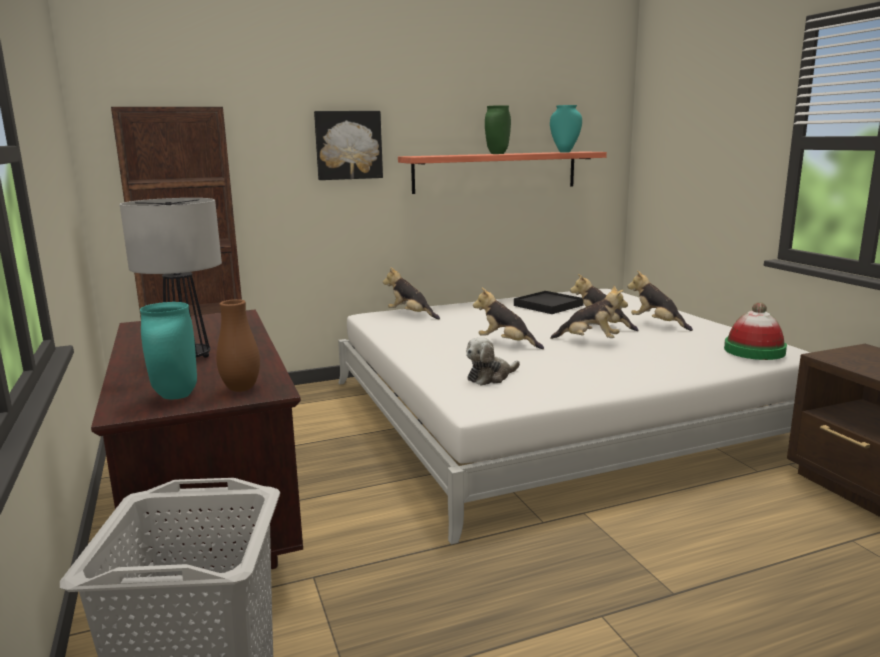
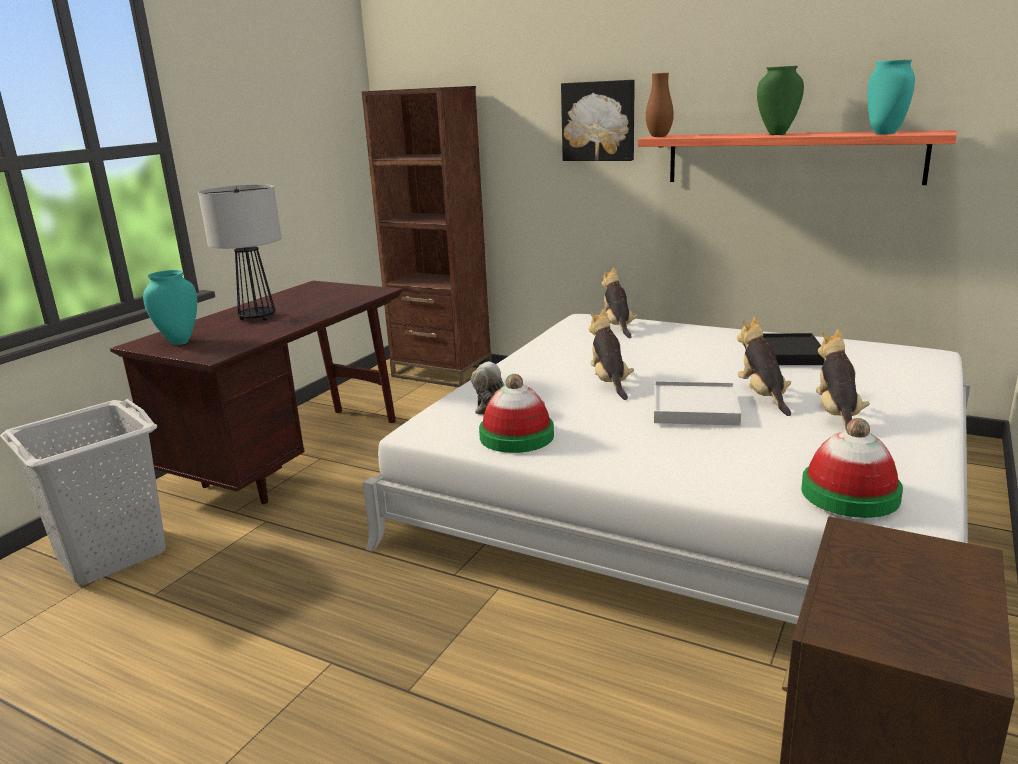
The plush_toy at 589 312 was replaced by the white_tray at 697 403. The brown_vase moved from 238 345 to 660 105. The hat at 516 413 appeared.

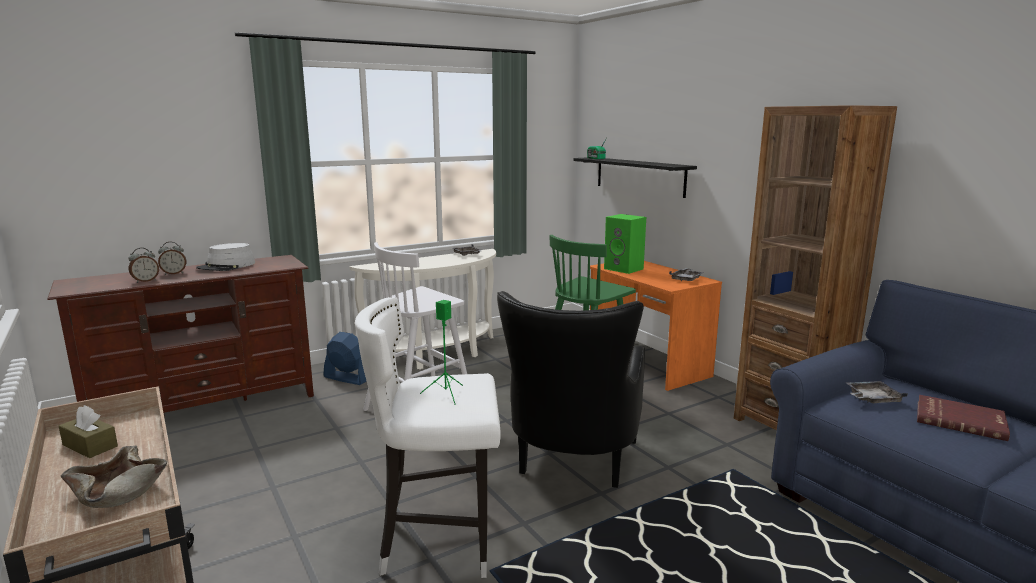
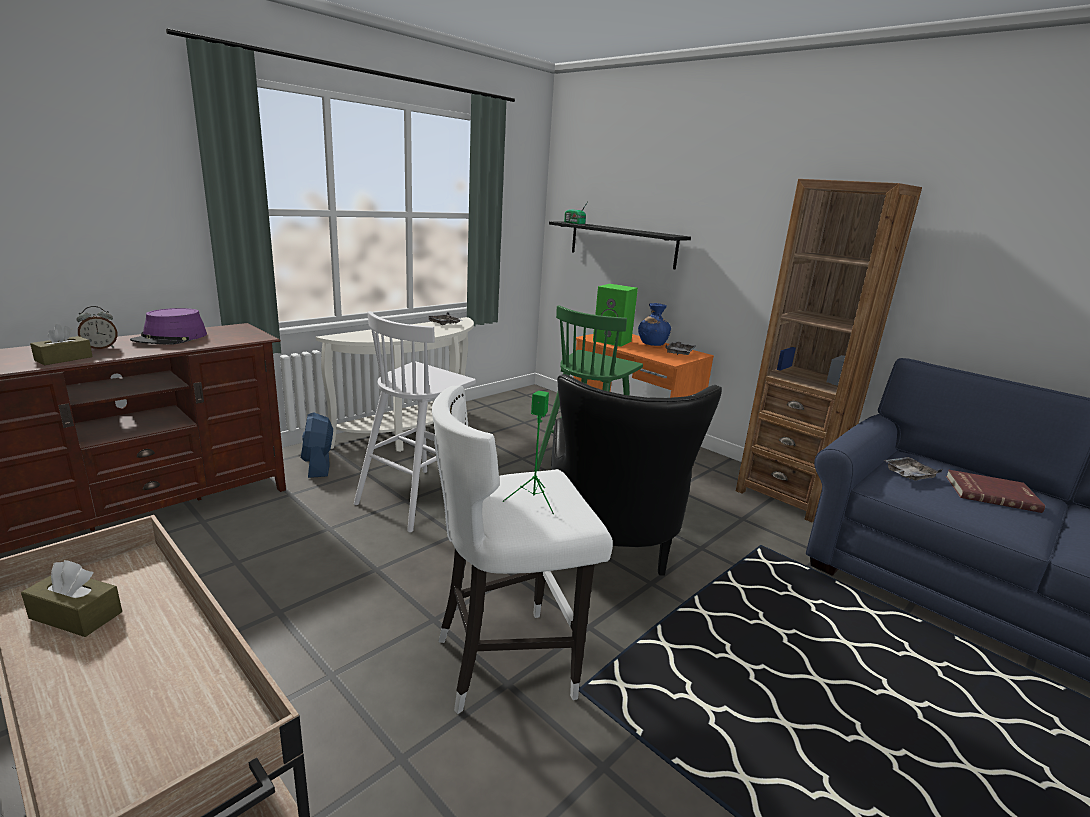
The grey_hat at 225 257 became the purple_hat at 168 326. The alarm_clock at 143 265 was replaced by the brown_tissue_box at 61 344. The blue_fan at 345 358 turned 120 degrees counterclockwise. The beige_bowl at 114 476 disappeared. The blue_vase at 654 324 appeared.

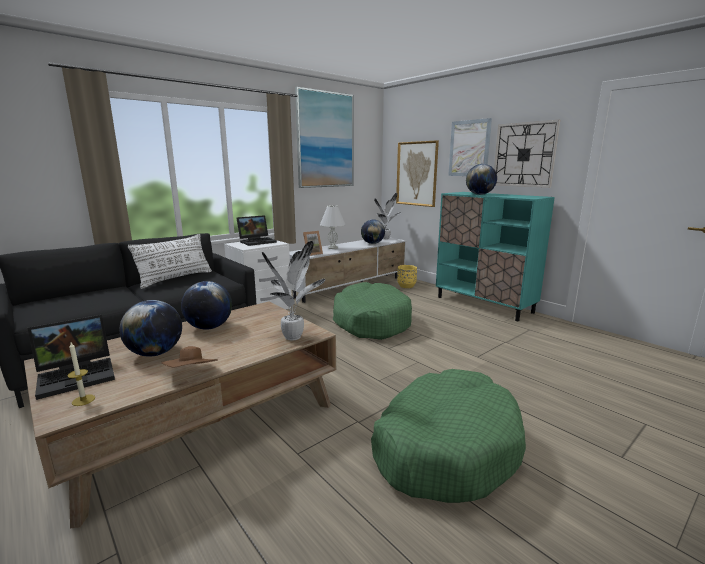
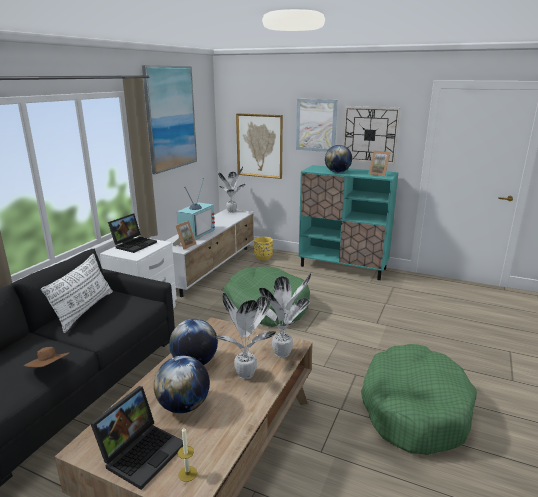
The white_table_lamp at 333 227 was replaced by the television at 196 209. The globe at 373 231 disappeared. The brown_hat moved from 189 356 to 46 357. The picture_frame at 380 163 appeared. The potted_plant at 245 336 appeared.

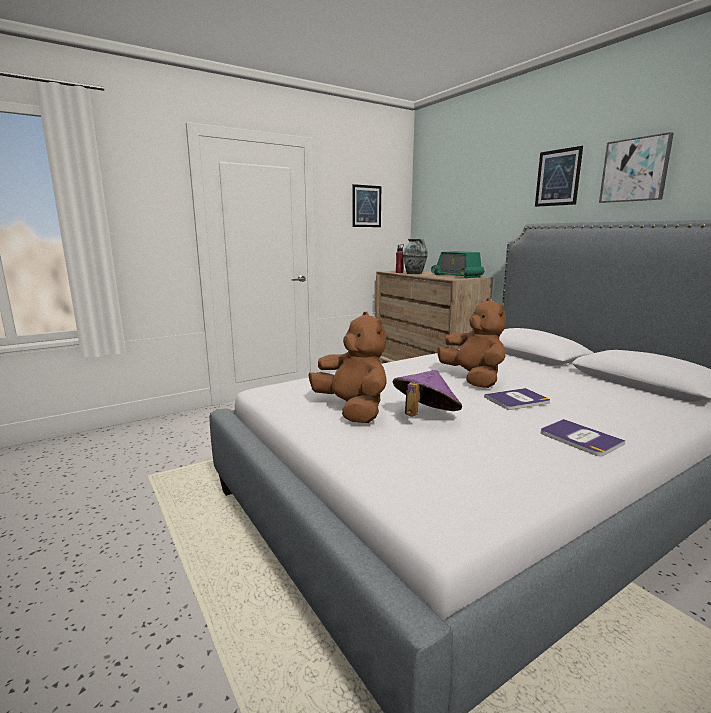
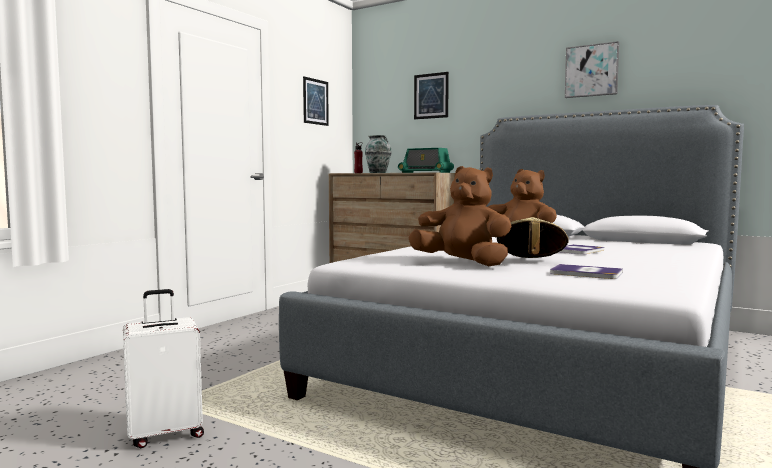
The picture moved from 559 176 to 431 95. The purple_hat at 427 393 became the beige_hat at 533 237. The book moved from 583 437 to 586 271. The white_suitcase at 163 368 appeared.

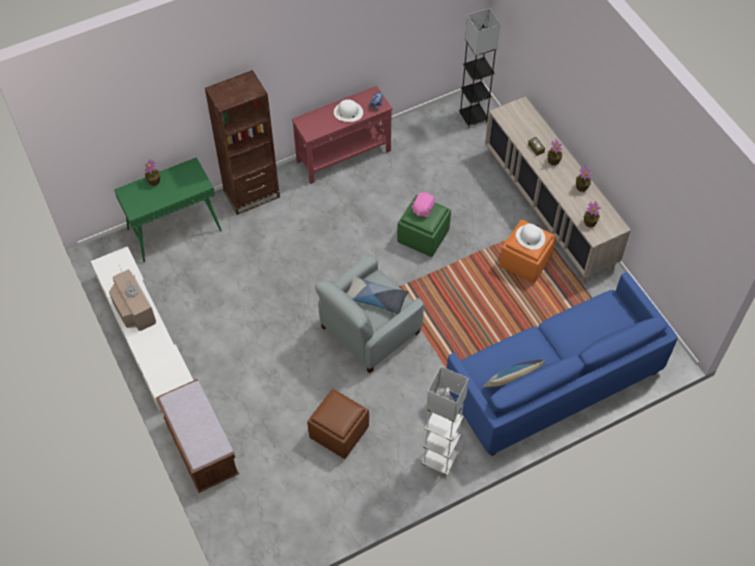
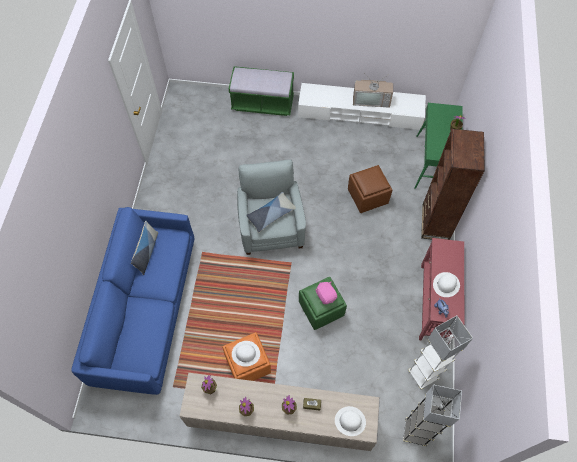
The white_floor_lamp moved from 445 420 to 440 352. The brown_bench at 197 436 became the green_bench at 261 91. The brown_ottoman moved from 338 423 to 370 189. The white_hat at 350 421 appeared.

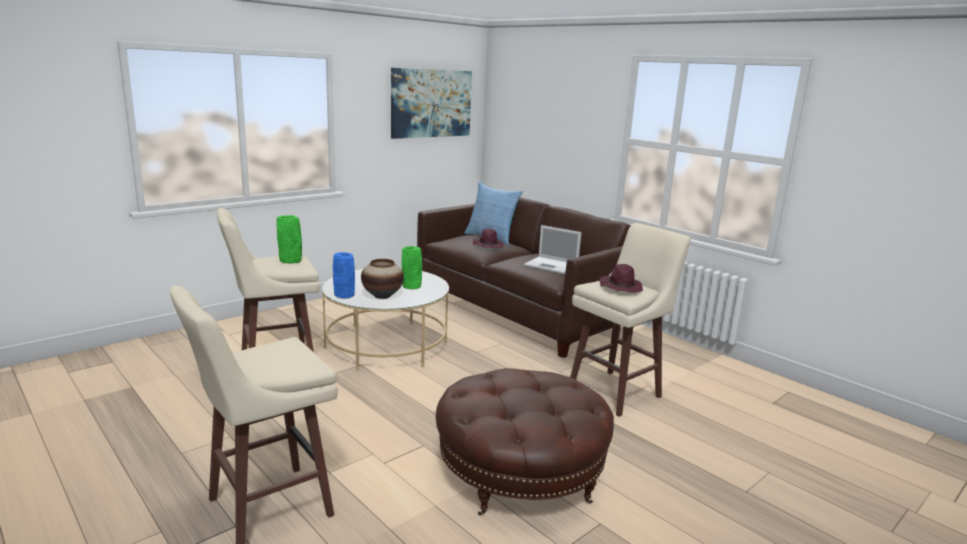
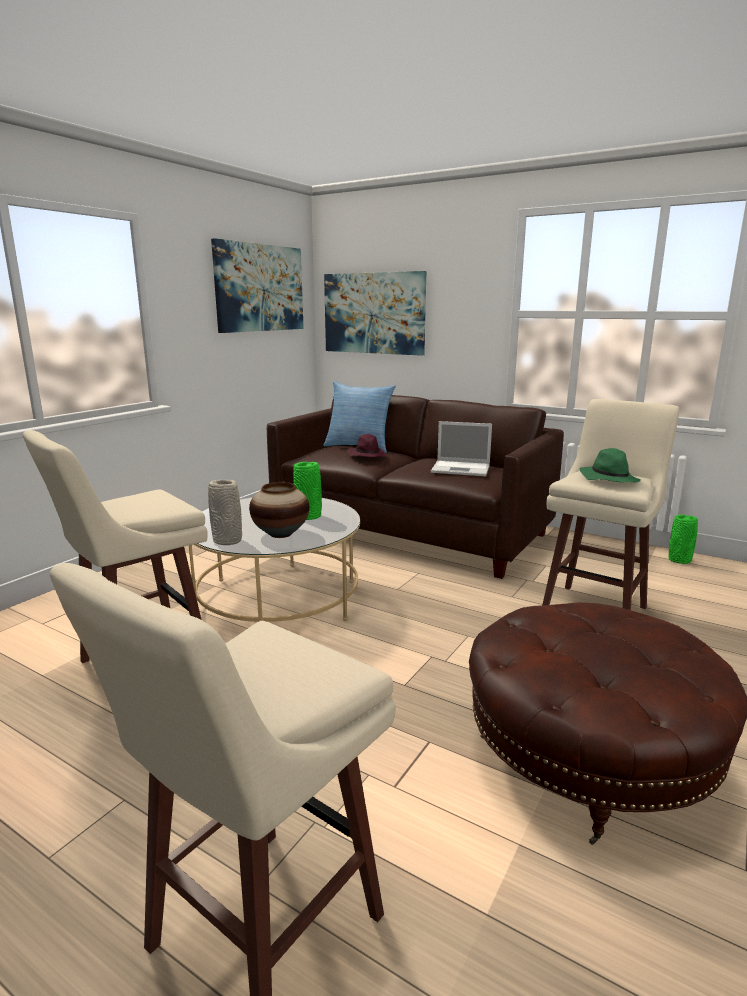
The green_vase moved from 289 239 to 683 539. The blue_vase at 344 275 became the grey_vase at 225 512. The purple_hat at 621 278 became the green_hat at 610 465. The picture at 375 313 appeared.

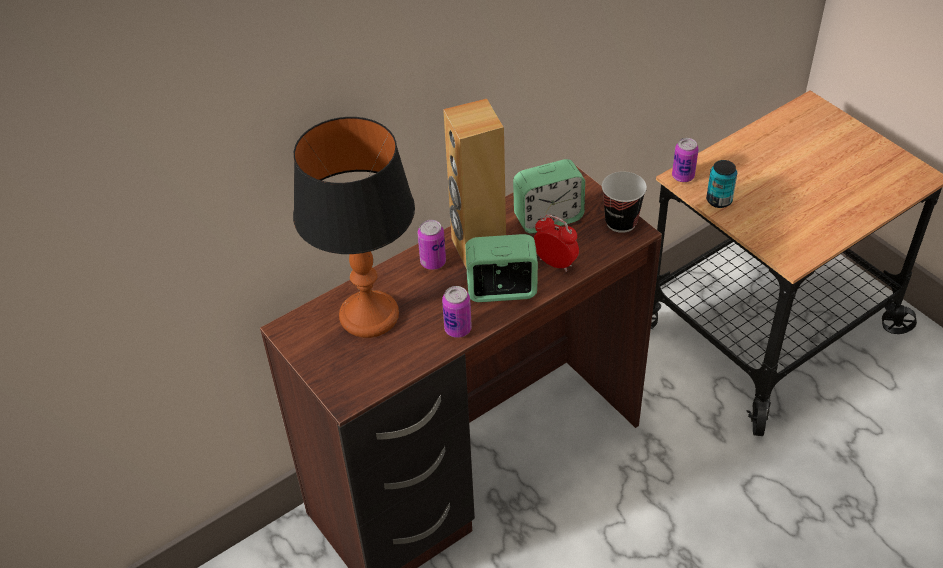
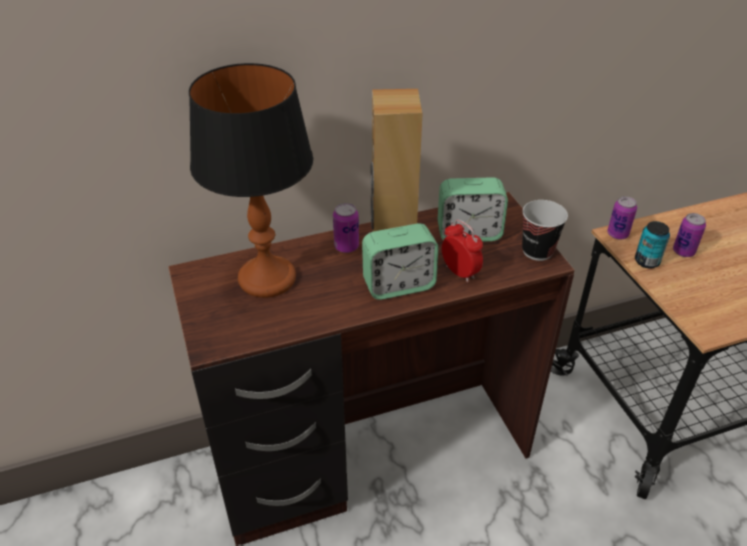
The alarm_clock at 502 268 turned 150 degrees clockwise. The can moved from 457 312 to 689 235.

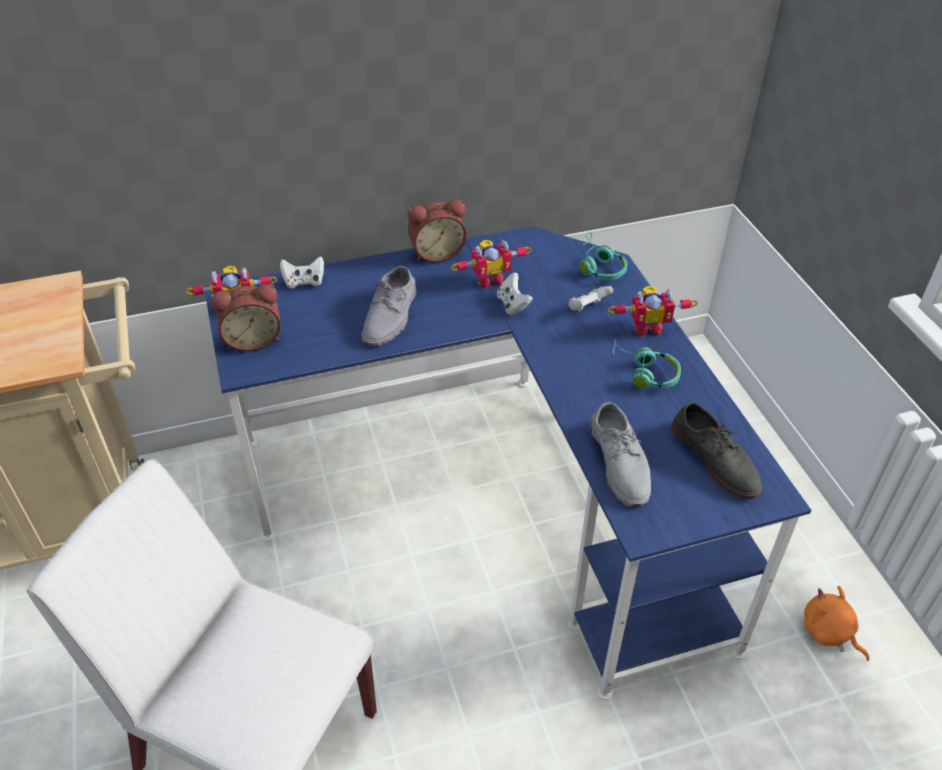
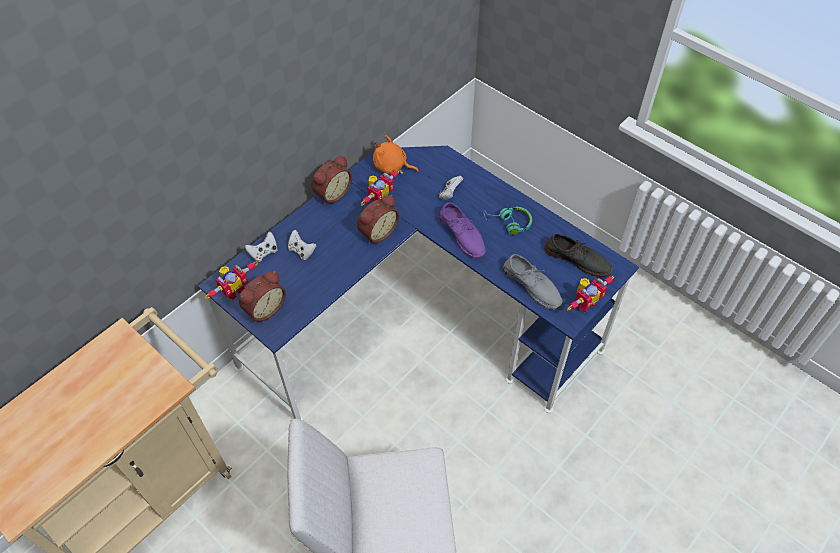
The turquoise_headphones at 603 256 disappeared. The grey_shoe at 389 306 disappeared. The white_game_controller moved from 515 293 to 302 245. The toy_robot moved from 653 311 to 591 294. The orange_plush_toy moved from 836 623 to 396 155. The alarm_clock at 378 219 appeared. The purple_shoe at 462 230 appeared.

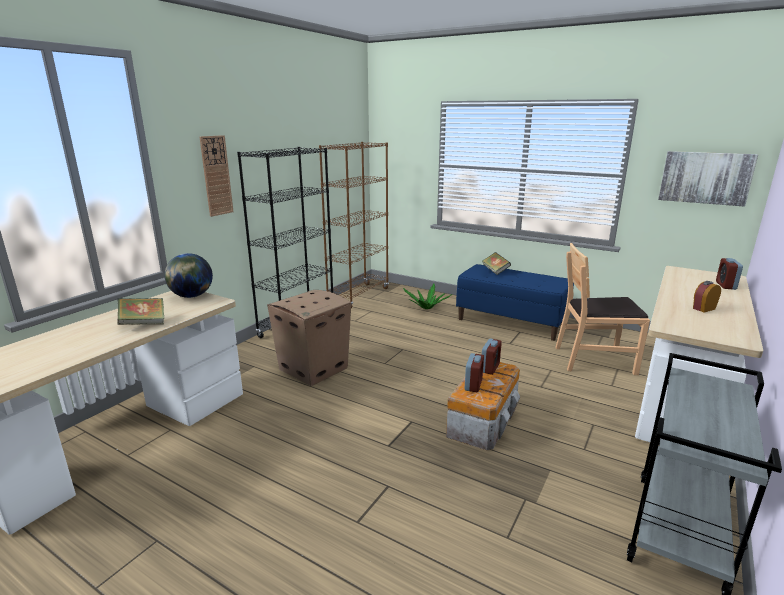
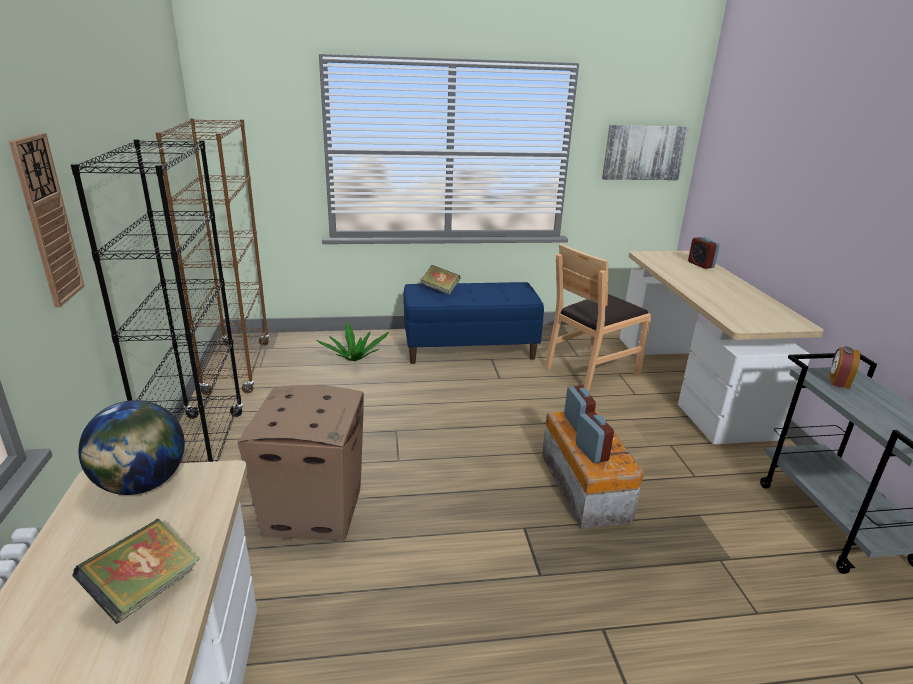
The alarm_clock moved from 707 297 to 845 367.

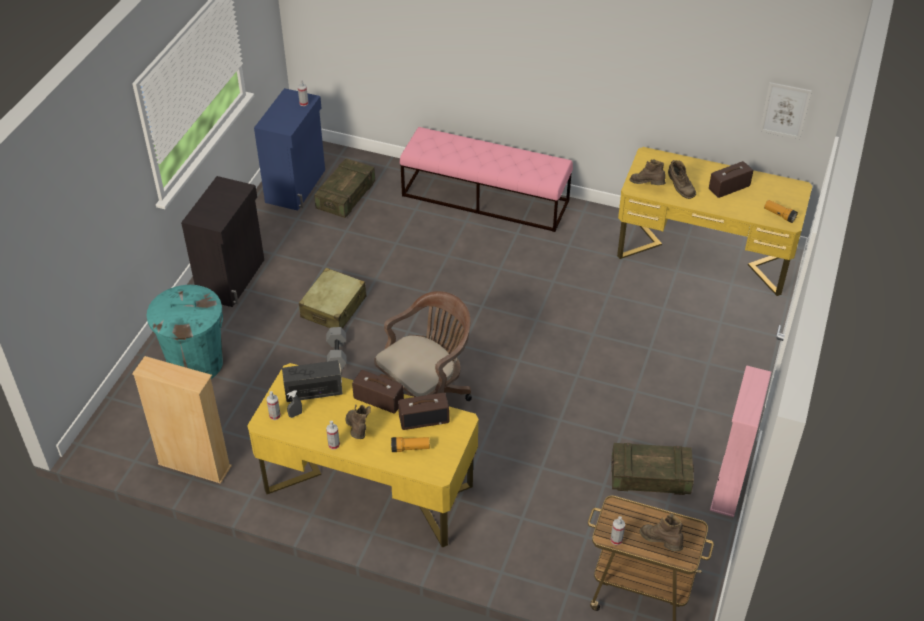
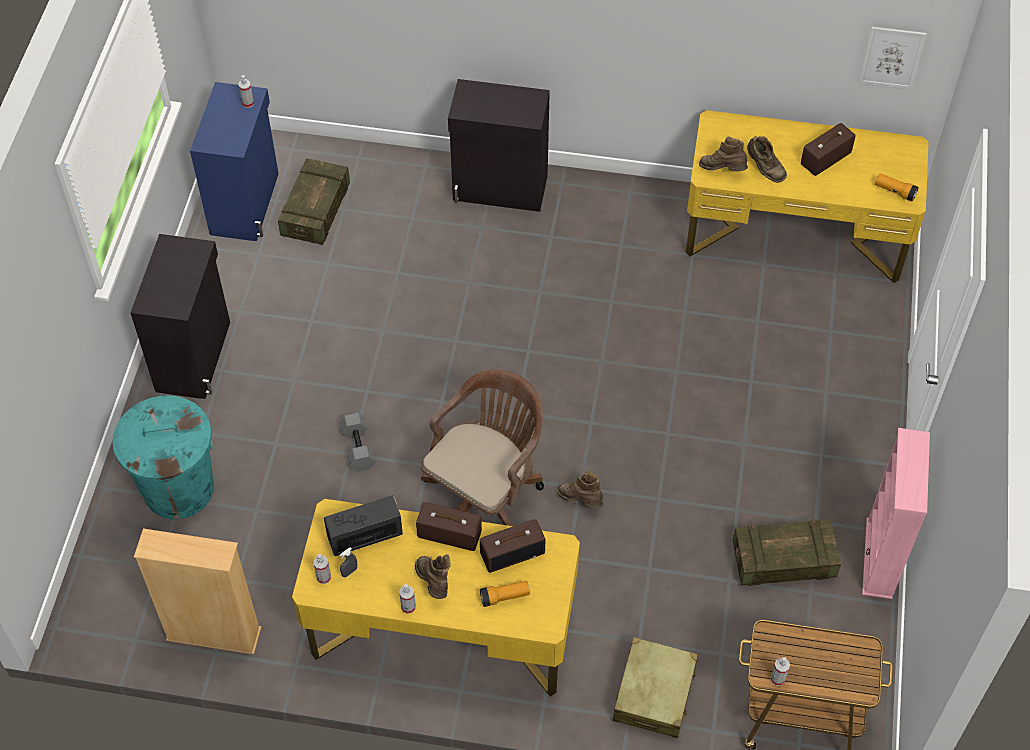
The pink_bench at 486 179 was replaced by the black_cabinet at 499 145. The beige_suitcase moved from 332 298 to 655 687. The brown_boot moved from 661 532 to 580 489.

